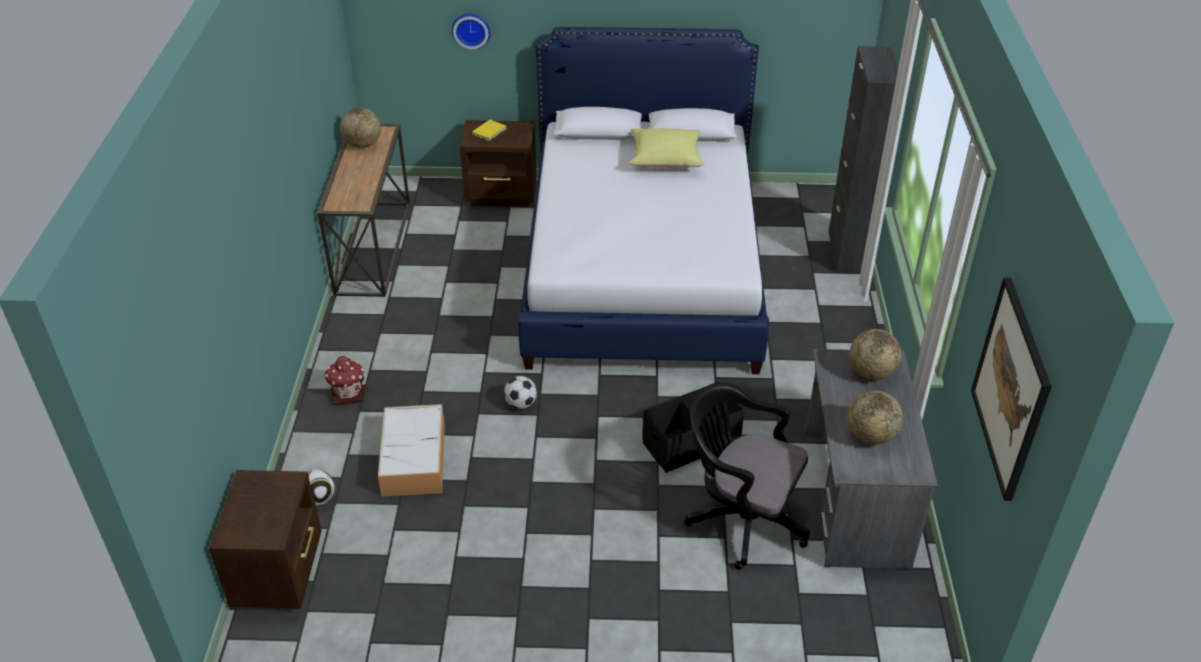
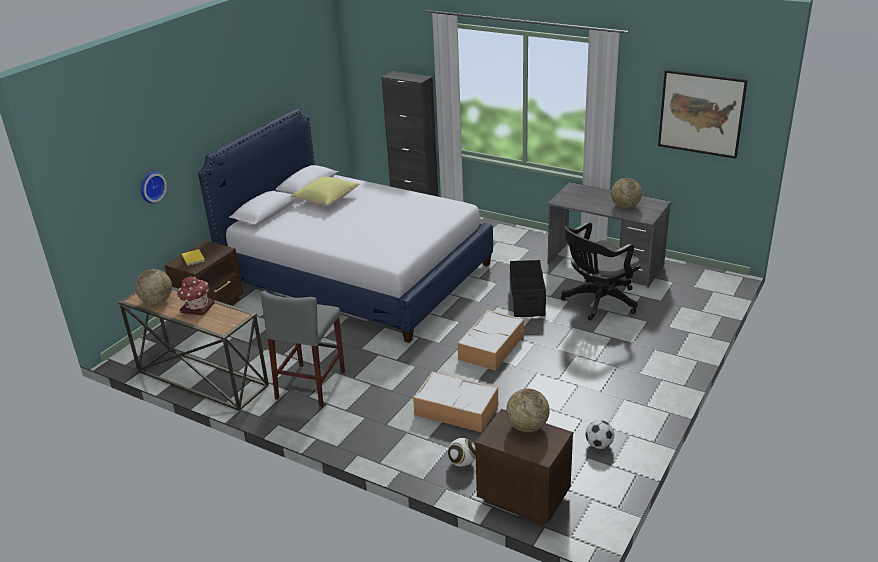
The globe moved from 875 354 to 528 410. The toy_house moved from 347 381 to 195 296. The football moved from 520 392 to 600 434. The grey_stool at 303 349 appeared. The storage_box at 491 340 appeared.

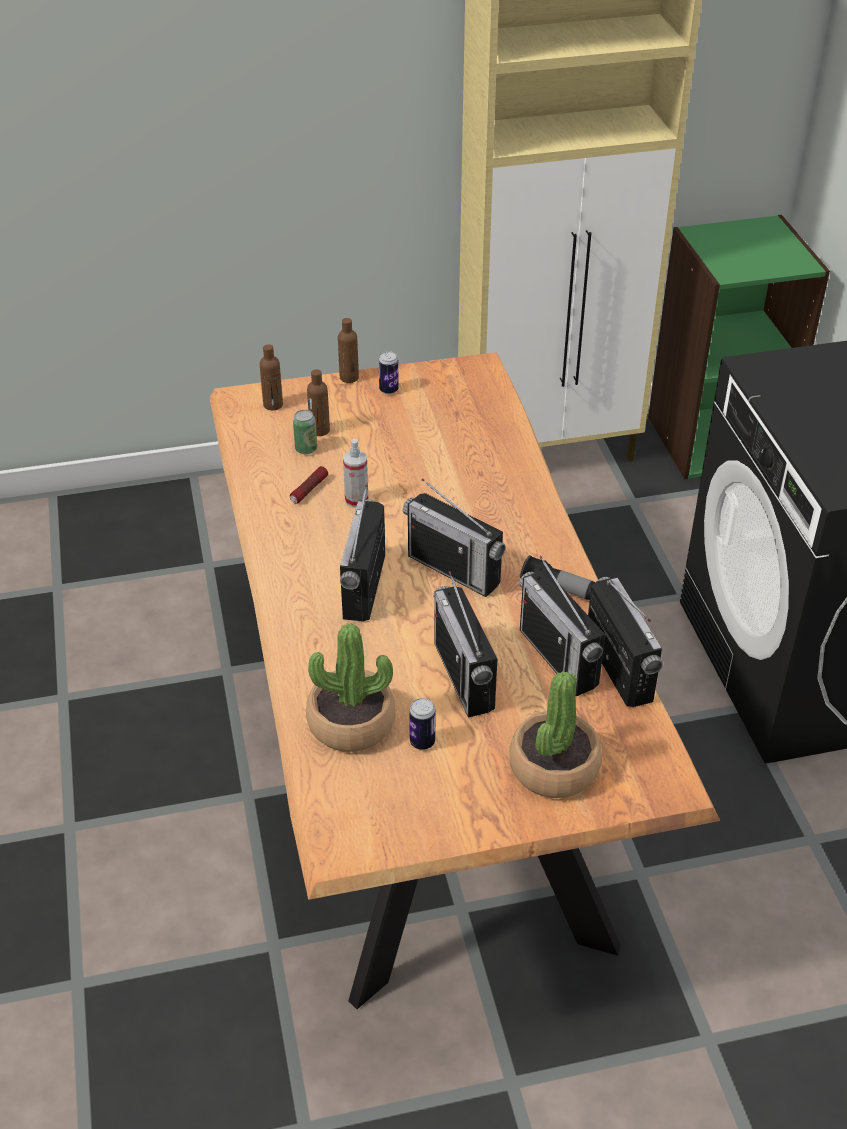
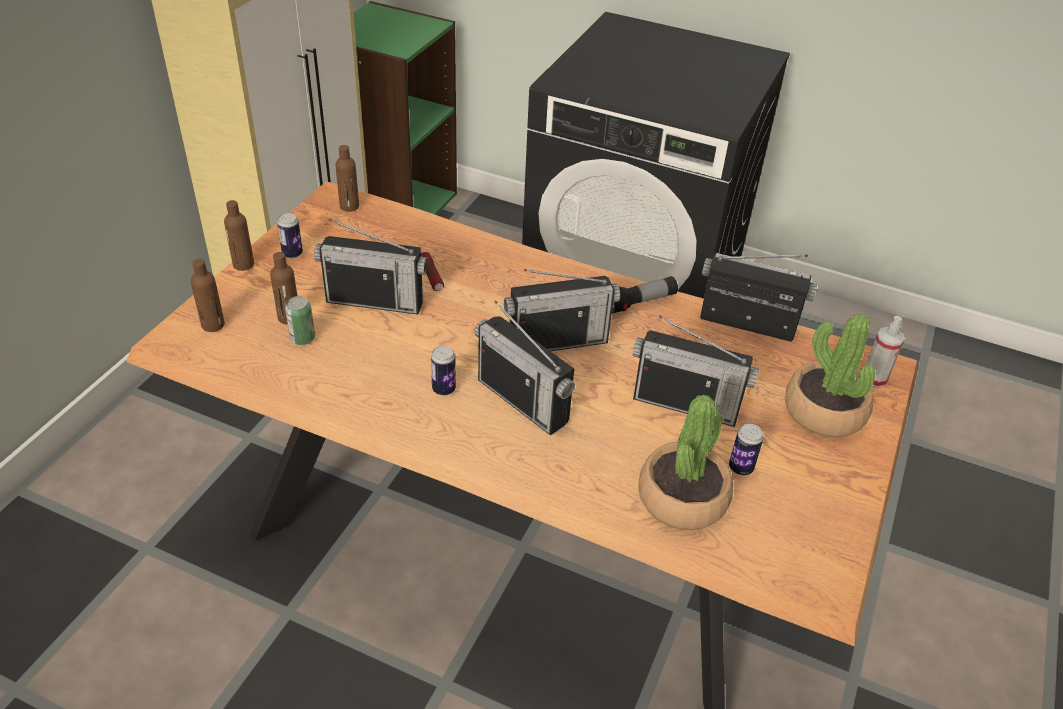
The spray_bottle moved from 355 473 to 885 352. The flashlight moved from 309 485 to 432 271. The radio moved from 562 626 to 371 267. The brown_bottle at 347 178 appeared. The can at 443 370 appeared.

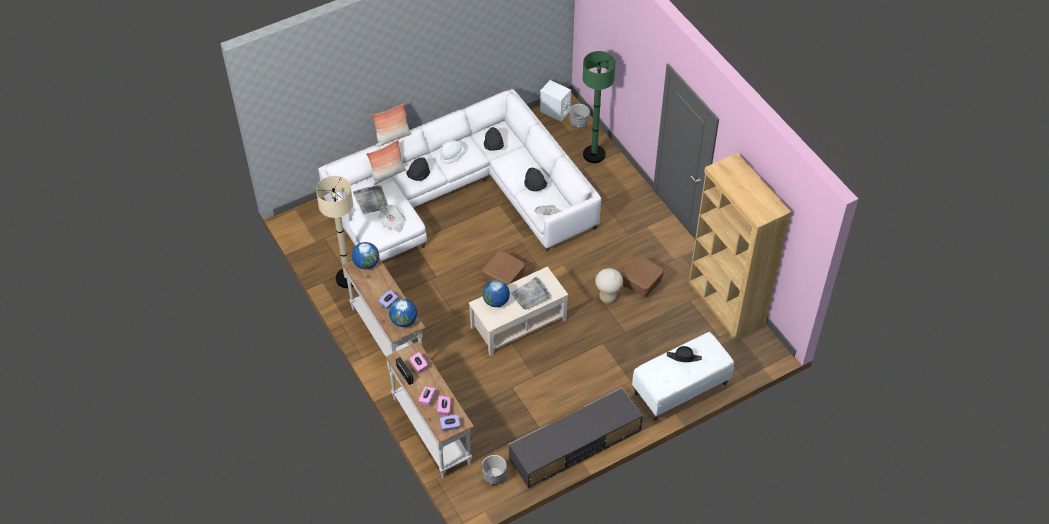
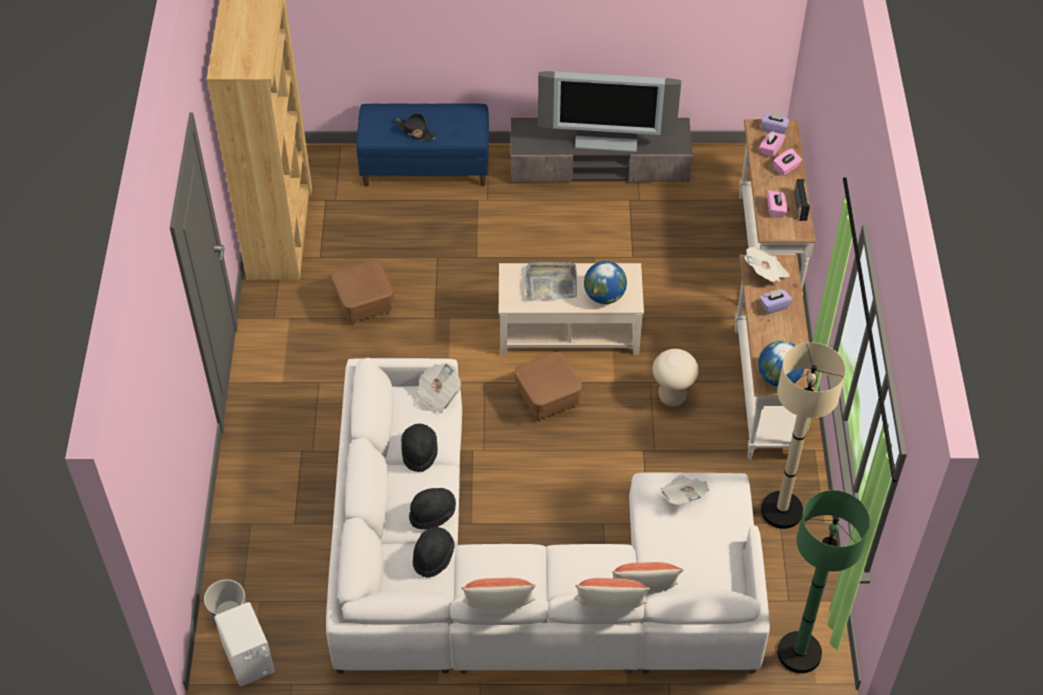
The green_floor_lamp moved from 599 107 to 823 581. The white_hat at 452 152 disappeared. The black_hat moved from 418 169 to 432 509. The grey_tray at 370 199 disappeared. The beige_stool moved from 609 286 to 675 378. The globe at 403 313 was replaced by the newspaper at 767 264. The white_bench at 683 376 became the blue_bench at 423 144. The planter at 494 470 disappeared. The television at 609 111 appeared. The pillow at 498 594 appeared.

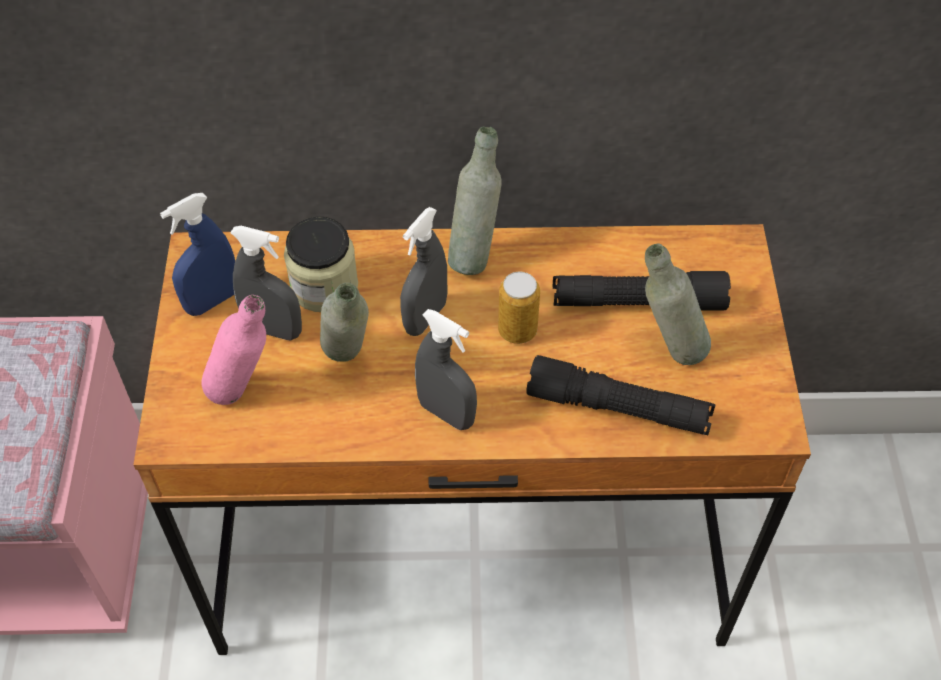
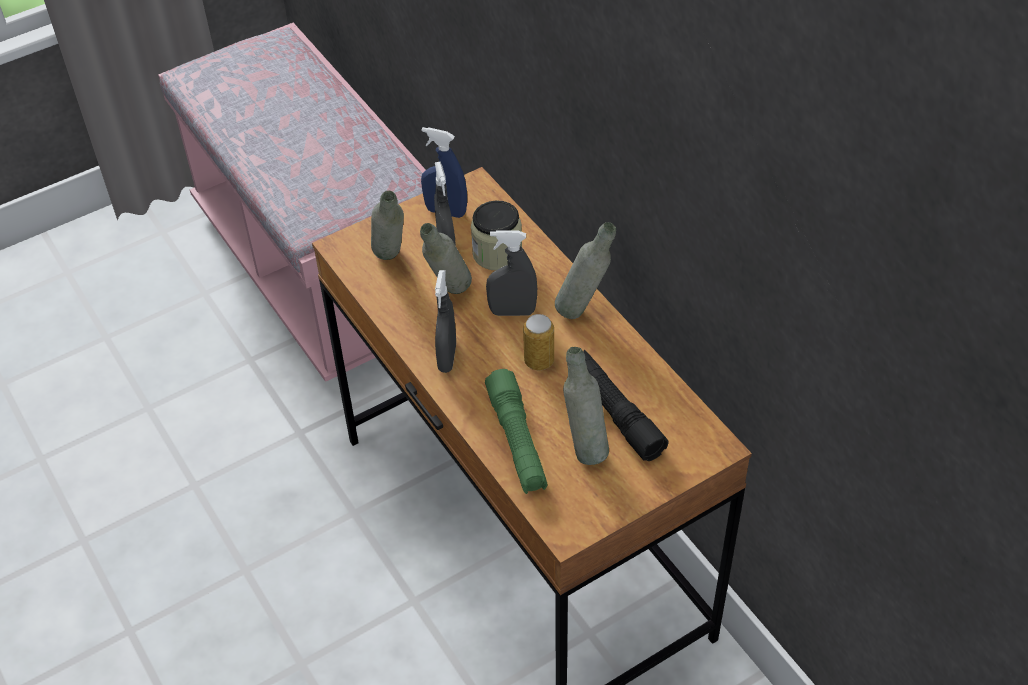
The pink_bottle at 234 350 became the grey_bottle at 387 225. The black_flashlight at 621 395 became the green_flashlight at 516 431.

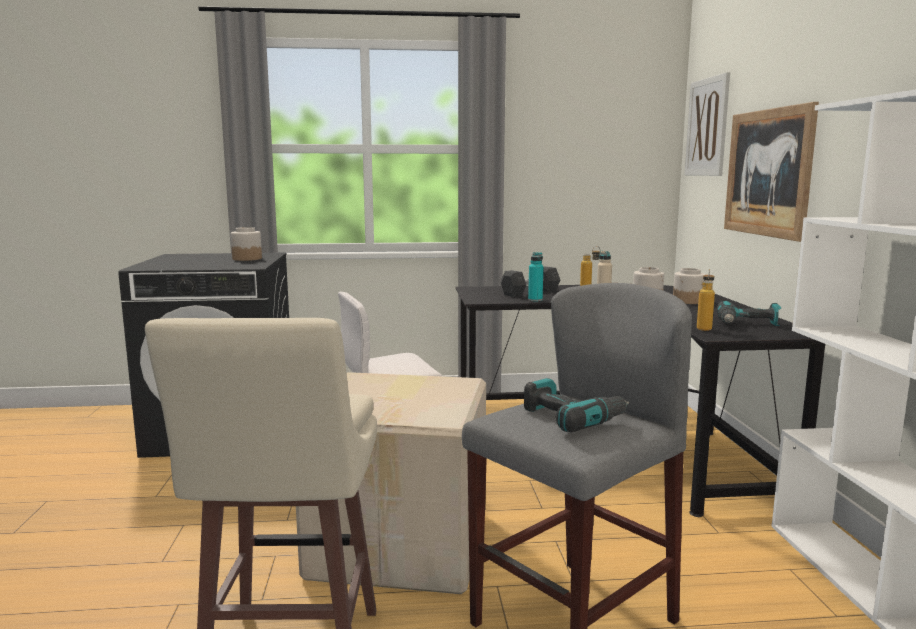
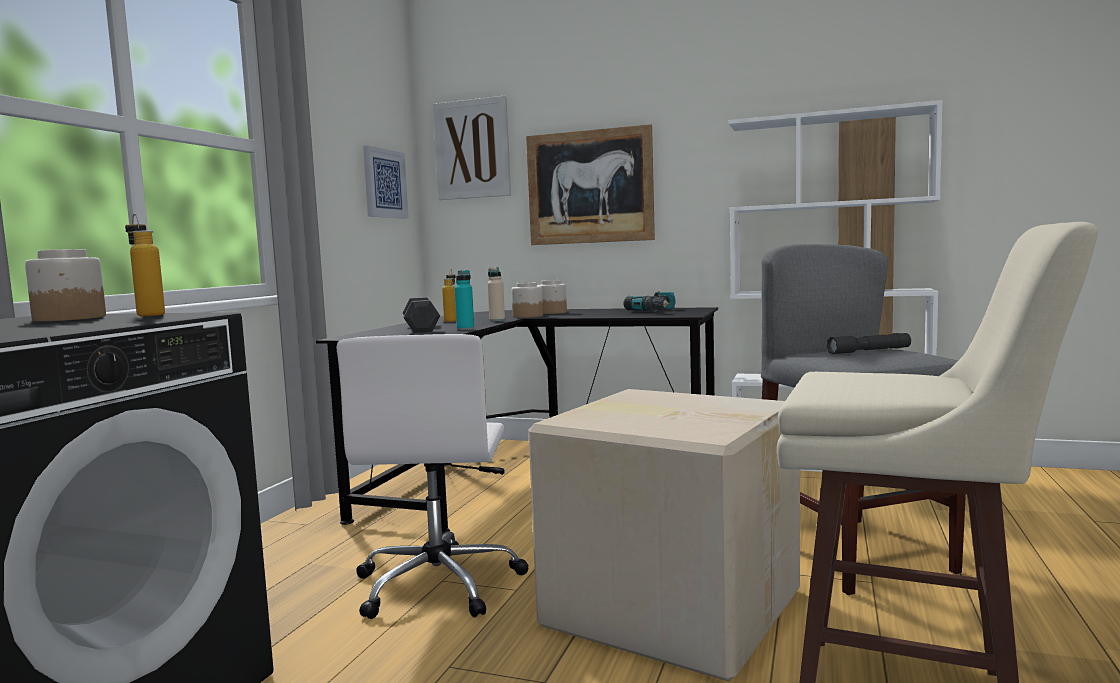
The bottle moved from 706 300 to 145 264. The power_drill at 576 405 was replaced by the grey_flashlight at 869 343. The picture at 386 182 appeared.

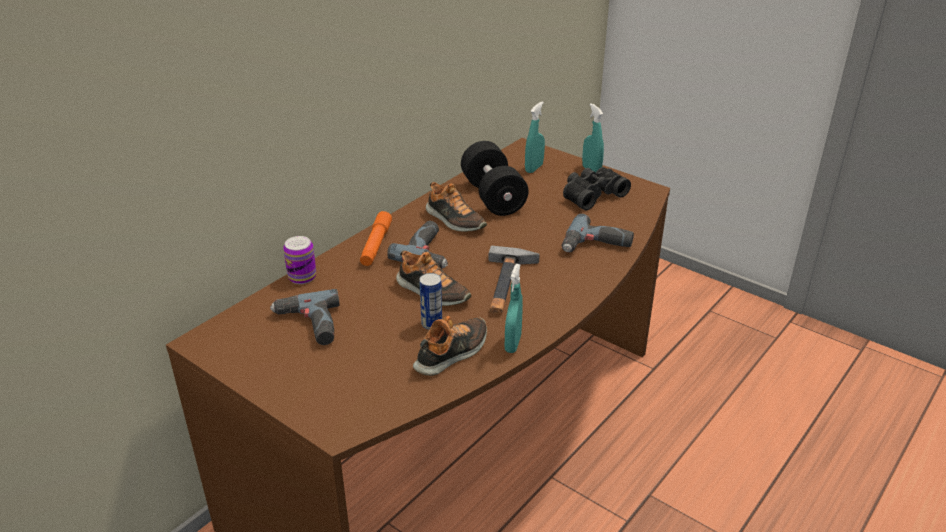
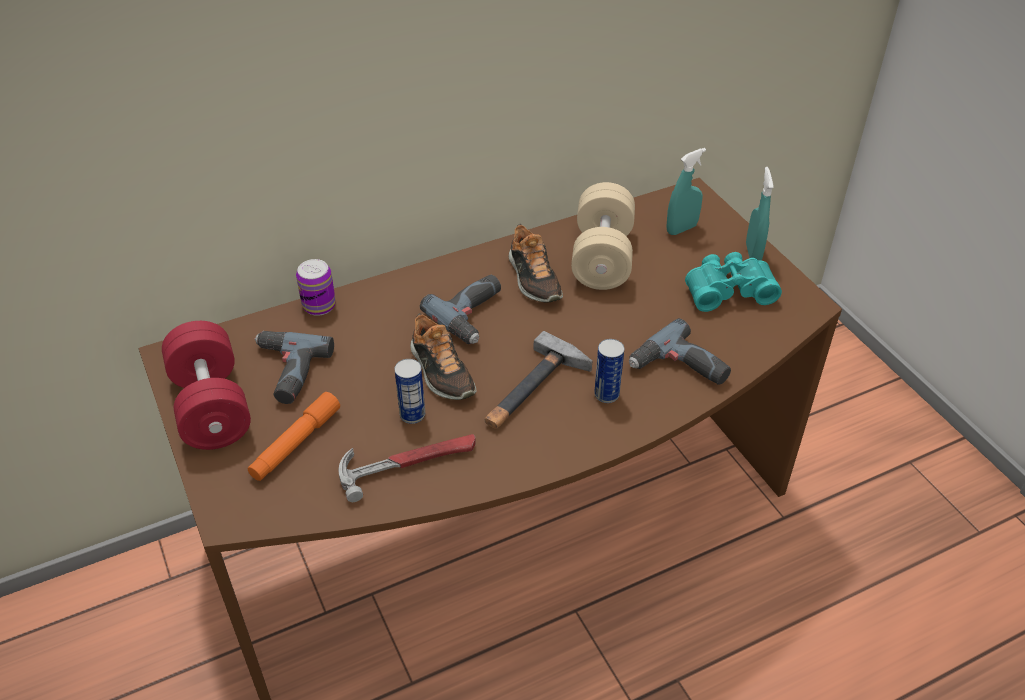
The black_dumbbell at 495 178 became the beige_dumbbell at 603 236. The black_binoculars at 597 188 became the turquoise_binoculars at 733 282. The orange_flashlight moved from 376 238 to 294 436. The turquoise_spray_bottle at 514 308 disappeared. The shoe at 450 346 was replaced by the hammer at 407 468. The red_dumbbell at 206 385 appeared. The can at 609 371 appeared.

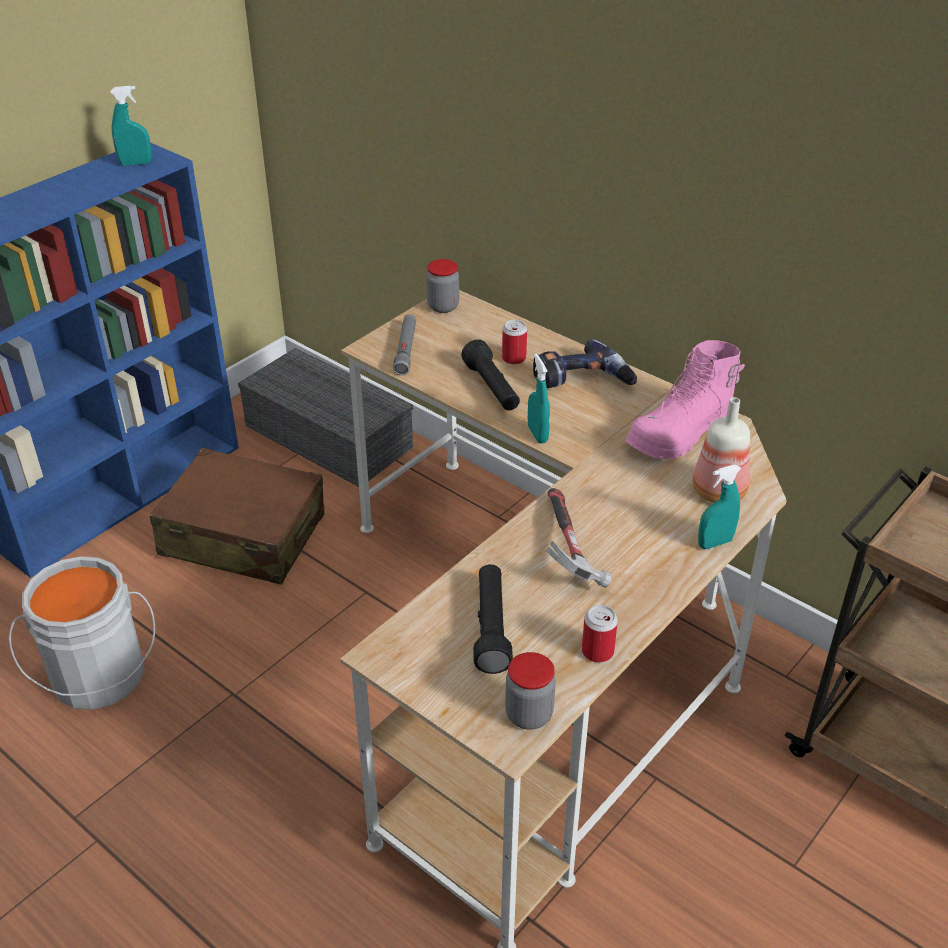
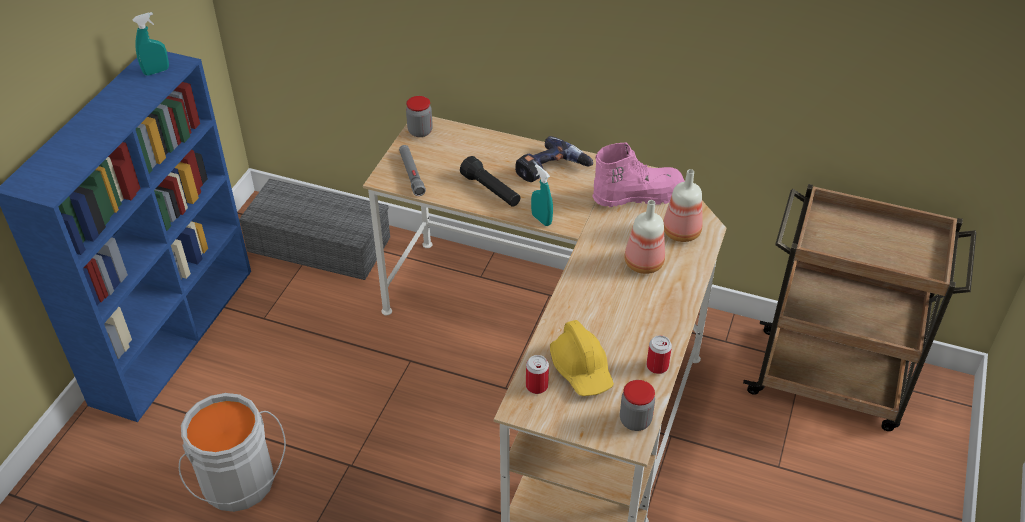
The can moved from 514 342 to 537 374. The pink_boot at 685 399 turned 135 degrees counterclockwise. The brown_suitcase at 237 516 disappeared. The turquoise_spray_bottle at 719 506 disappeared. The hammer at 579 538 disappeared. The black_flashlight at 493 619 was replaced by the yellow_hard_hat at 582 358. The bottle at 644 237 appeared.

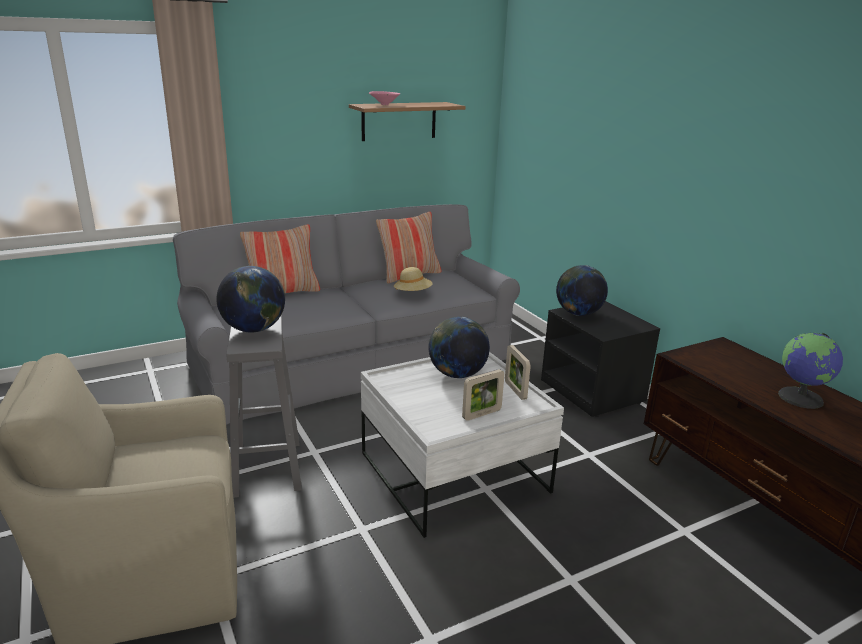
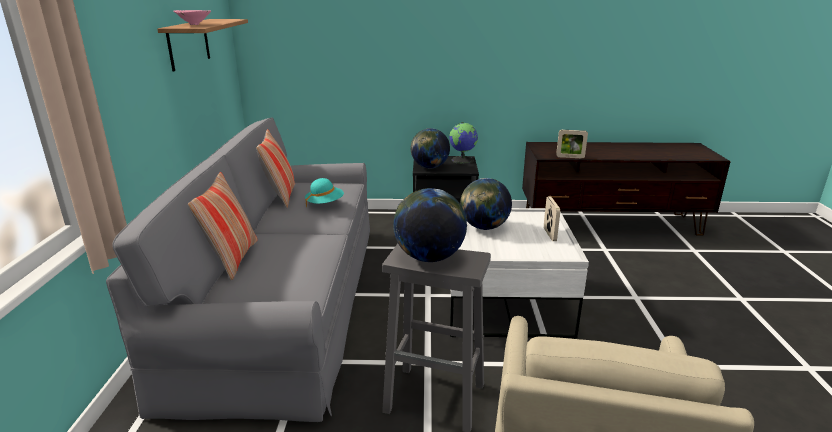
The beige_hat at 413 279 became the turquoise_hat at 324 192. The globe moved from 810 371 to 463 143. The picture_frame moved from 518 372 to 572 144.

